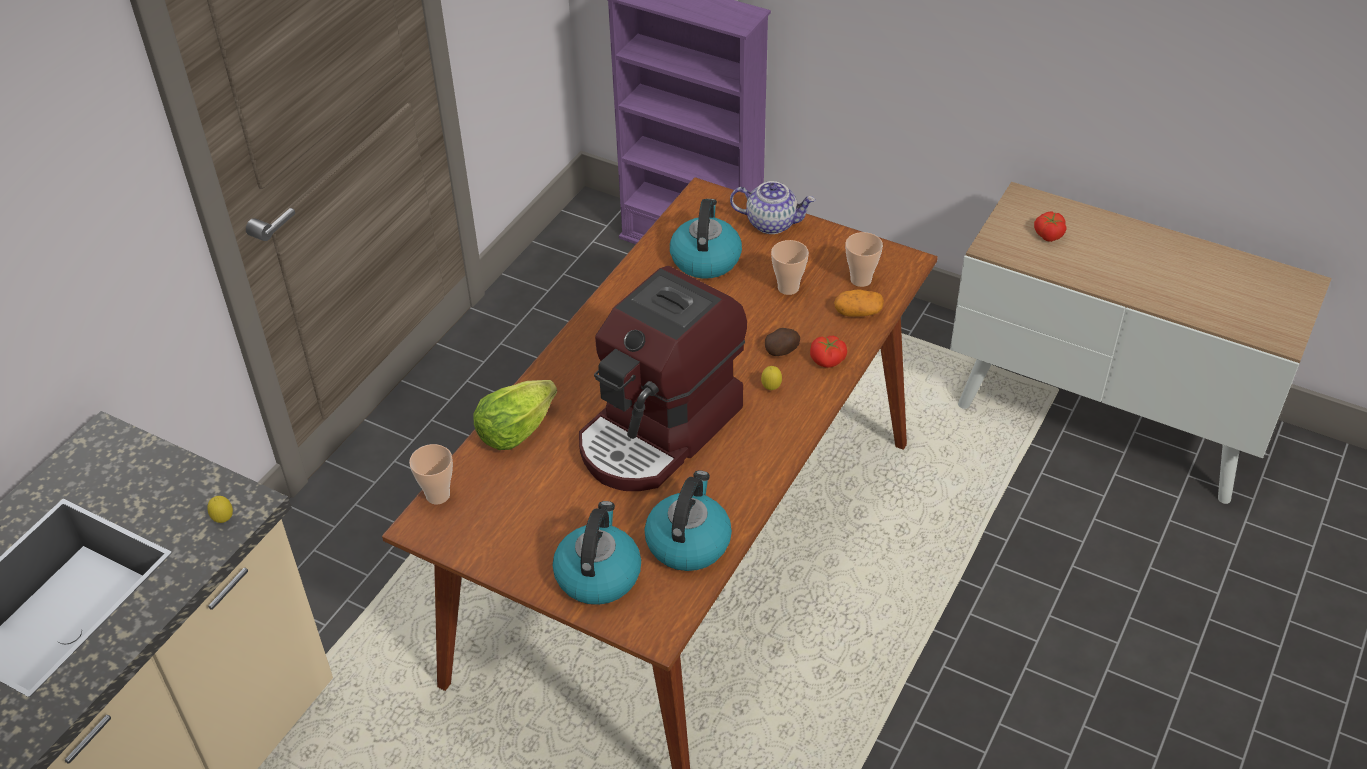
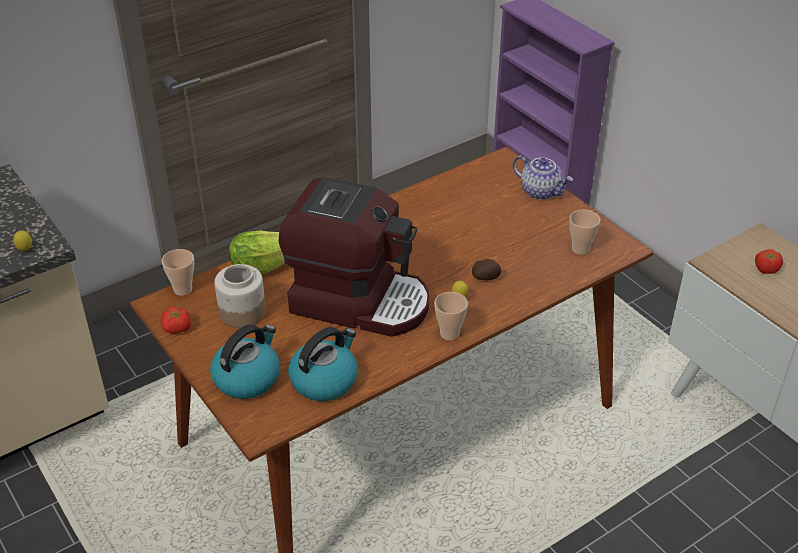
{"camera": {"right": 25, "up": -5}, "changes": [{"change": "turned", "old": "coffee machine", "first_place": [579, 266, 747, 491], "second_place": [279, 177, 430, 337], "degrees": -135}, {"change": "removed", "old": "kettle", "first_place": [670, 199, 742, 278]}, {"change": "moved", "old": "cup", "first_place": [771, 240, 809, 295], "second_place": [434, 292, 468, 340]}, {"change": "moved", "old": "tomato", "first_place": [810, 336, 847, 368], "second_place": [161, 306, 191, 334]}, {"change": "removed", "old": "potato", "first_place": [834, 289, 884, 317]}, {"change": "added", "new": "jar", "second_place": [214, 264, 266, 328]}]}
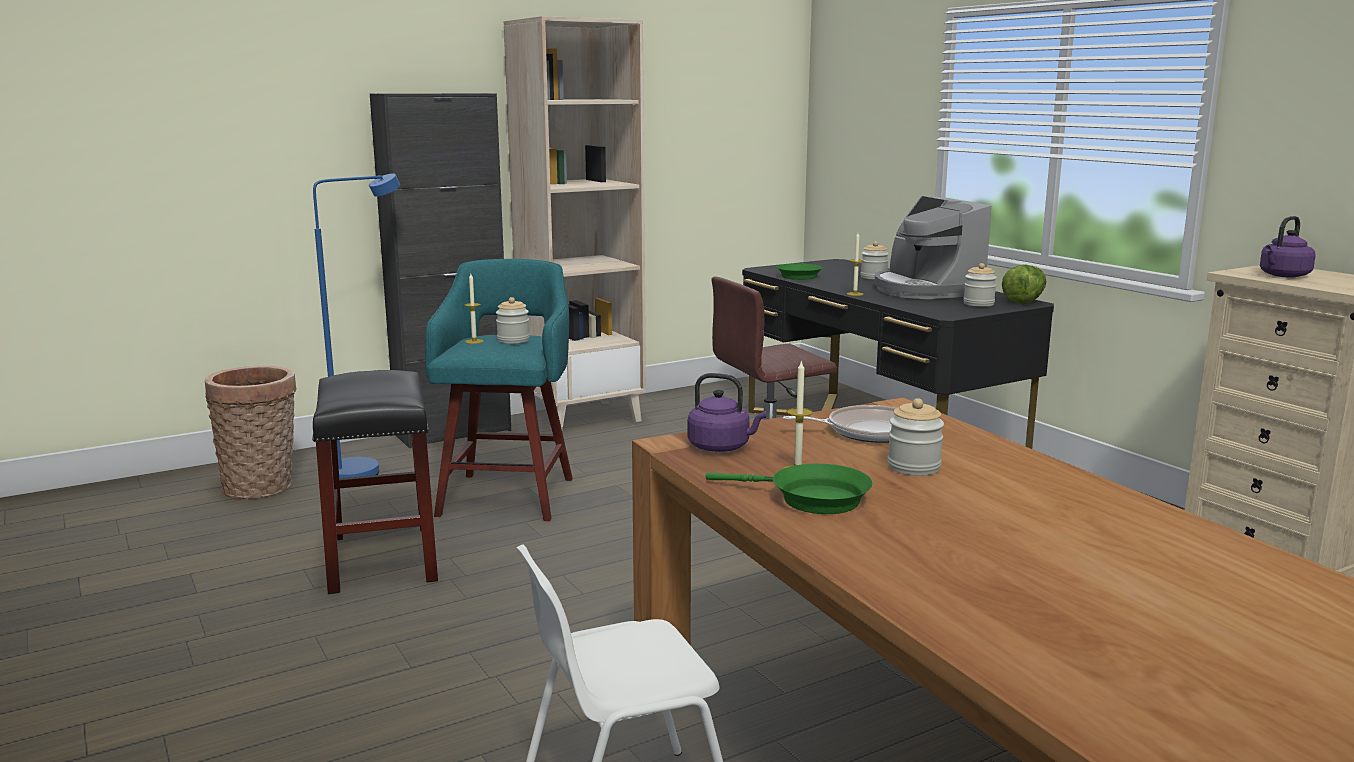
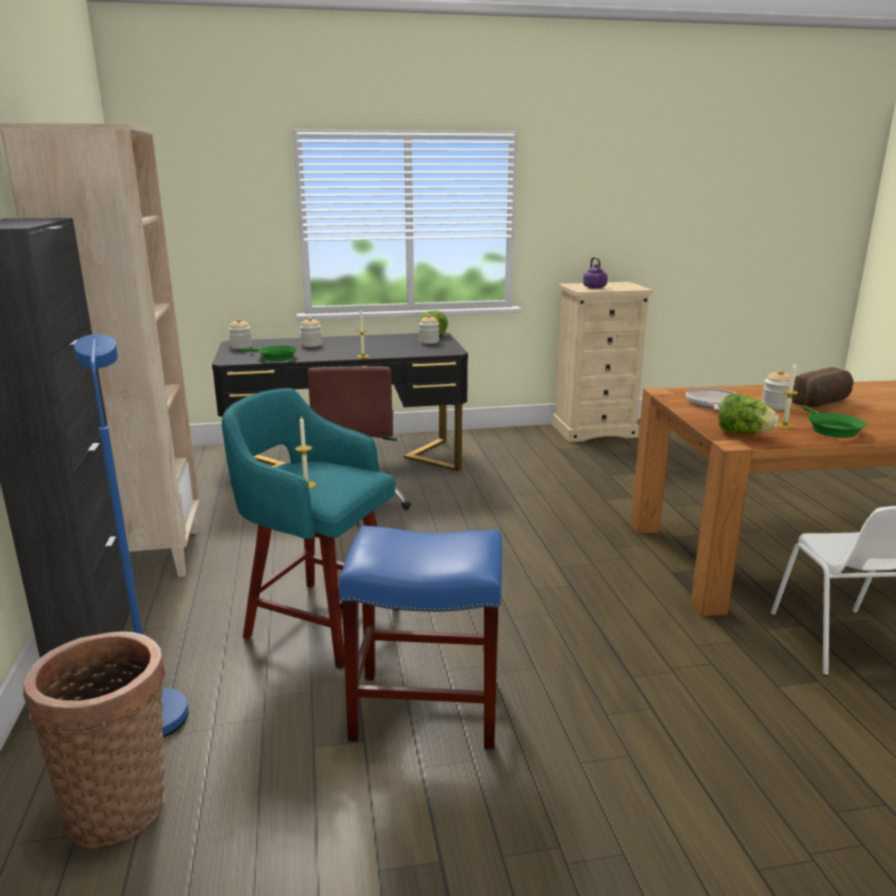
{"camera": {"right": -70, "up": 5}, "changes": [{"change": "recoloured", "old": "black stool", "new": "blue stool", "first_place": [312, 370, 438, 594], "second_place": [339, 526, 502, 750]}, {"change": "moved", "old": "jar", "first_place": [496, 297, 530, 344], "second_place": [229, 319, 252, 349]}, {"change": "replaced", "old": "purple kettle", "new": "lettuce", "first_place": [687, 373, 766, 452], "second_place": [718, 393, 779, 433]}, {"change": "turned", "old": "green frying pan", "first_place": [706, 464, 873, 514], "second_place": [803, 406, 866, 438], "degrees": 135}, {"change": "removed", "old": "coffee machine", "first_place": [875, 196, 991, 299]}, {"change": "added", "new": "bread", "second_place": [792, 367, 854, 407]}]}
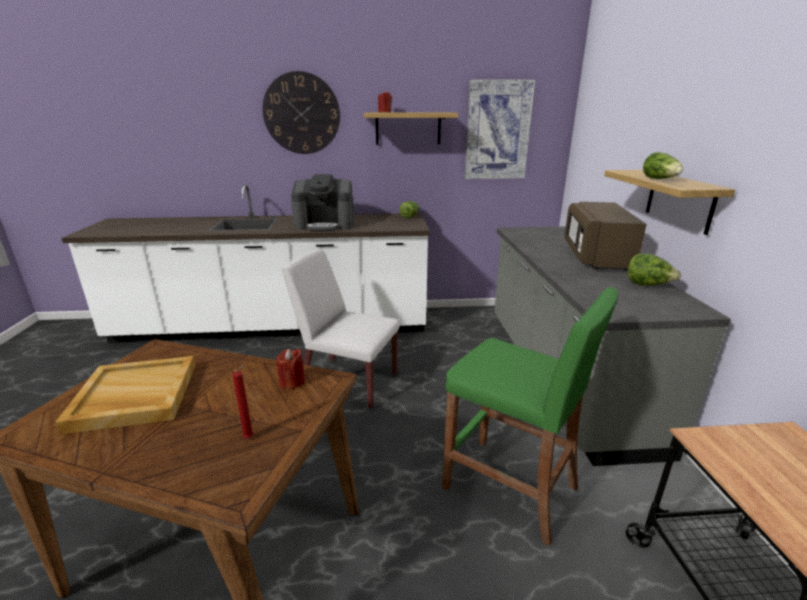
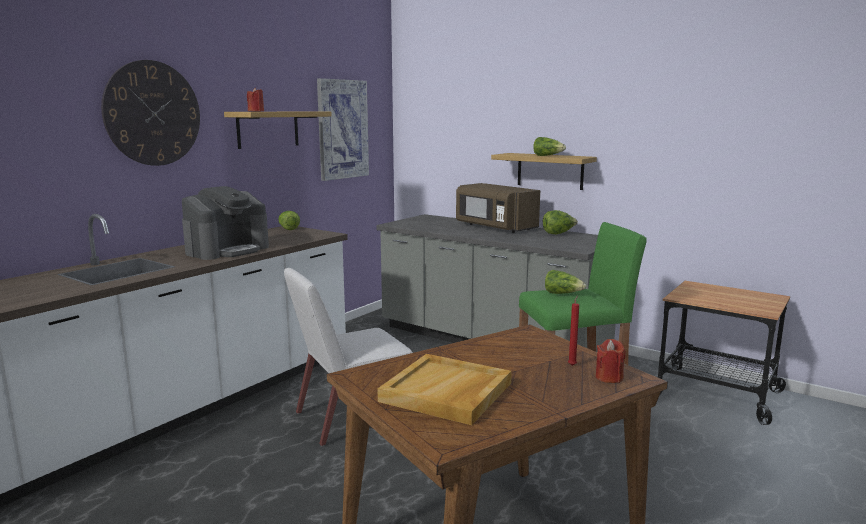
{"camera": {"right": -50, "up": -10}, "changes": [{"change": "moved", "old": "red candle", "first_place": [276, 349, 305, 389], "second_place": [595, 339, 626, 383]}, {"change": "added", "new": "lettuce", "second_place": [545, 270, 586, 294]}]}
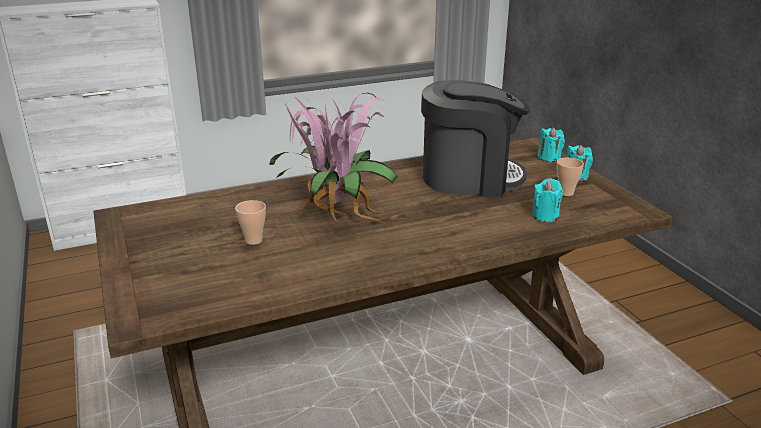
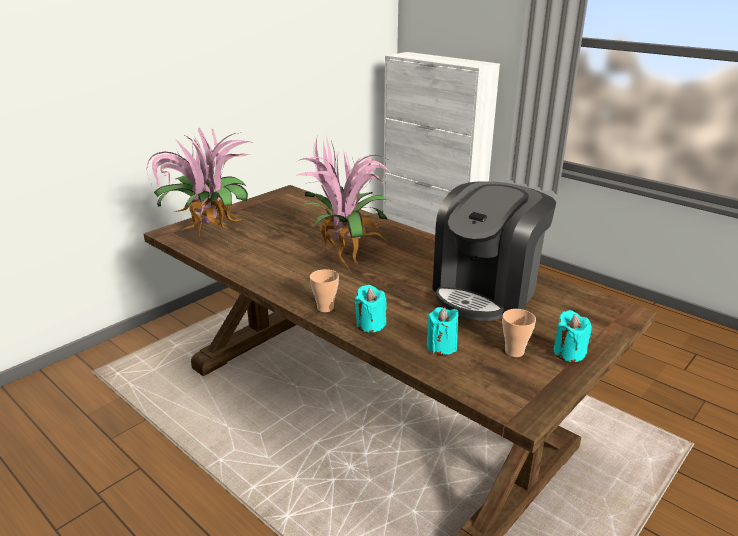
{"camera": {"right": 65, "up": 0}, "changes": [{"change": "moved", "old": "cup", "first_place": [235, 200, 266, 245], "second_place": [310, 269, 339, 312]}, {"change": "turned", "old": "coffee machine", "first_place": [421, 80, 530, 197], "second_place": [432, 181, 556, 321], "degrees": 60}, {"change": "moved", "old": "turquoise candle", "first_place": [537, 127, 565, 162], "second_place": [355, 285, 387, 333]}, {"change": "added", "new": "potted plant", "second_place": [146, 128, 251, 236]}]}
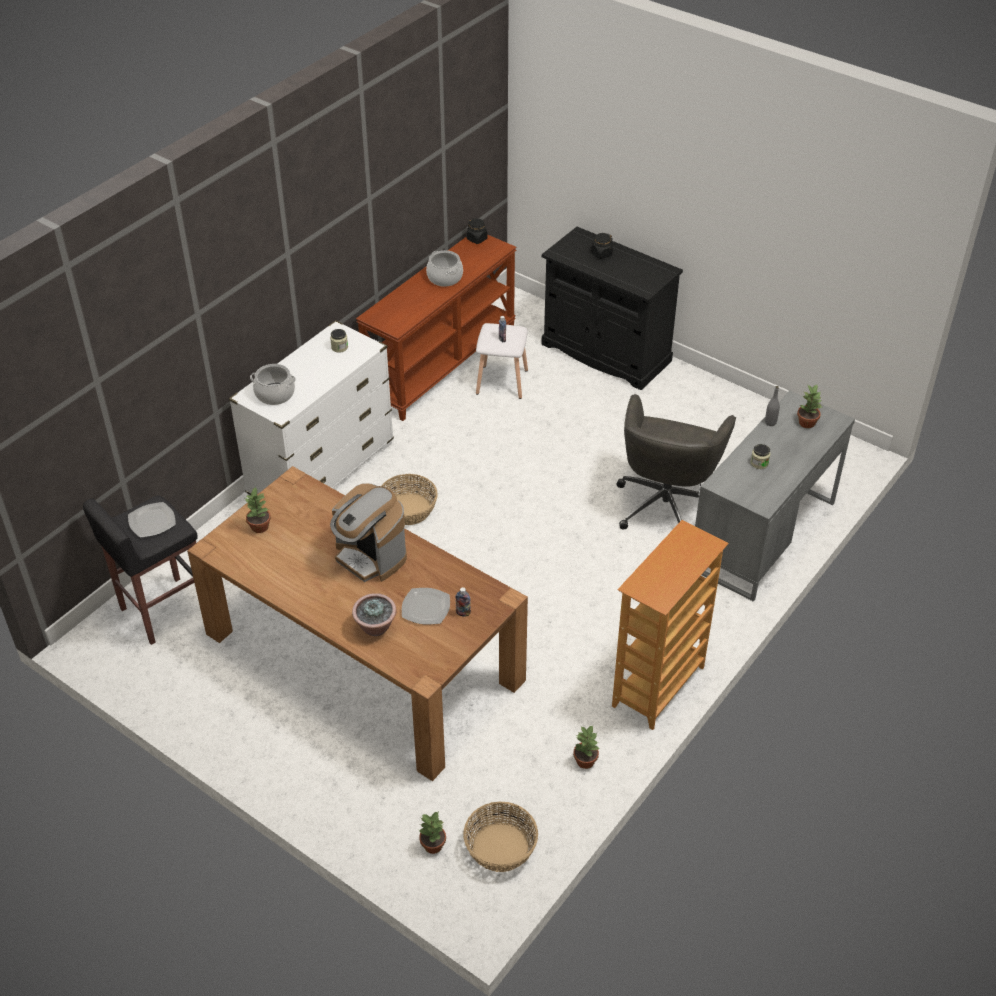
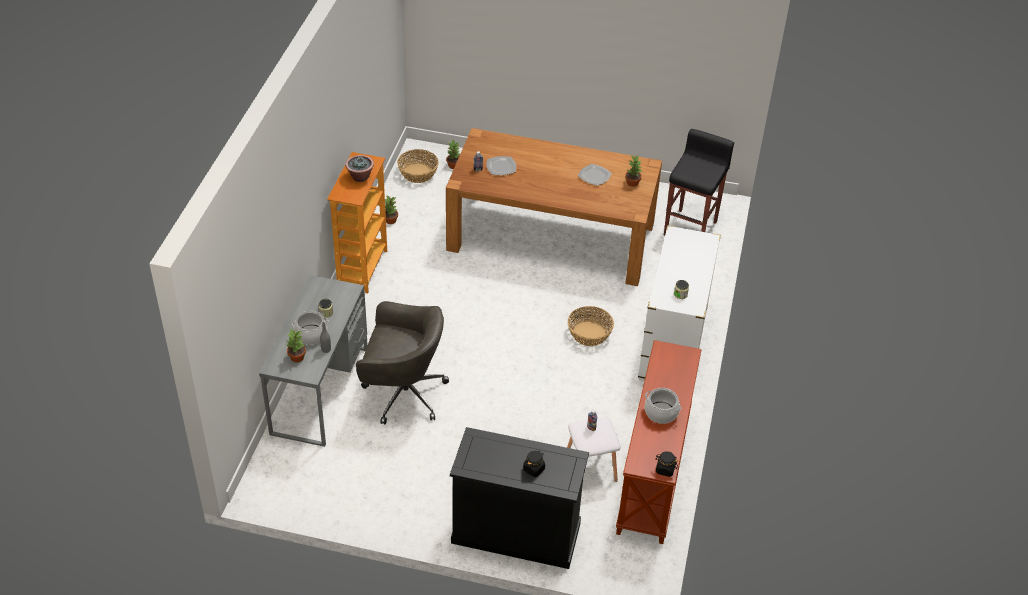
{"camera": {"right": 155, "up": 0}, "changes": [{"change": "moved", "old": "plate", "first_place": [128, 502, 176, 538], "second_place": [578, 164, 612, 186]}, {"change": "moved", "old": "cooking pot", "first_place": [250, 364, 296, 405], "second_place": [291, 311, 329, 345]}, {"change": "removed", "old": "coffee machine", "first_place": [330, 483, 407, 582]}, {"change": "moved", "old": "potted plant", "first_place": [352, 593, 396, 636], "second_place": [345, 155, 374, 182]}, {"change": "turned", "old": "grey office chair", "first_place": [616, 394, 736, 529], "second_place": [356, 301, 449, 424], "degrees": 105}]}
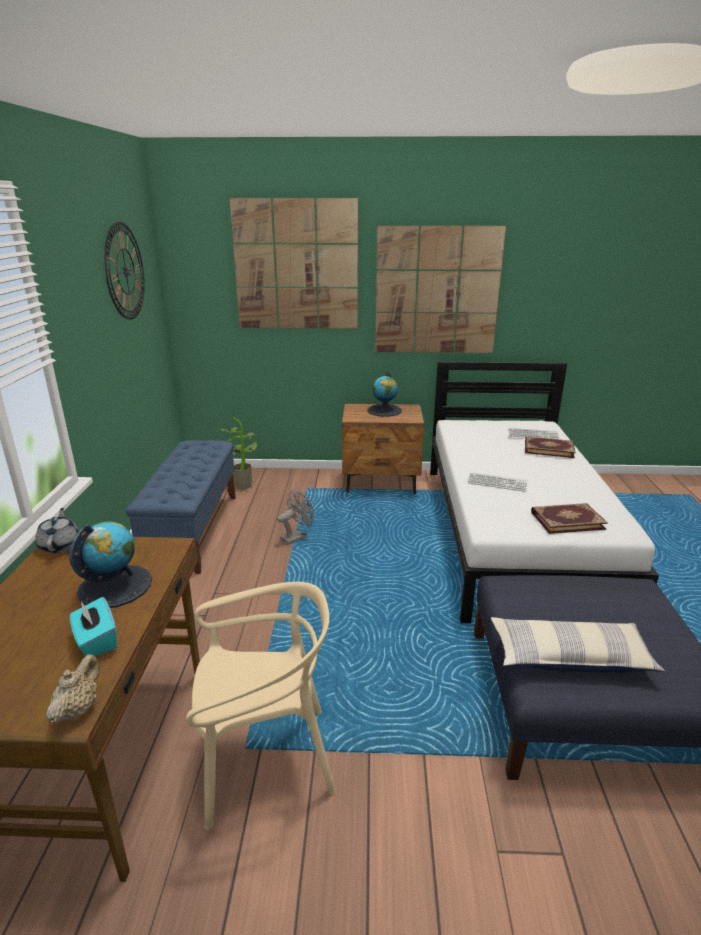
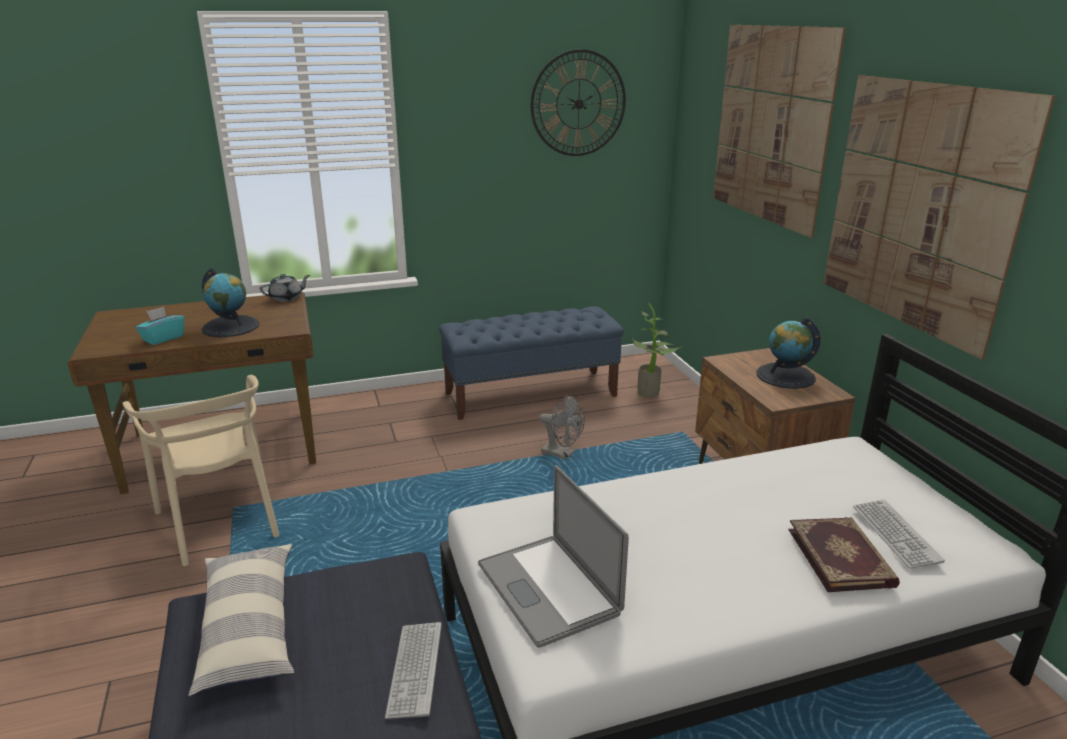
{"camera": {"right": 70, "up": 0}, "changes": [{"change": "removed", "old": "beige teapot", "first_place": [46, 655, 100, 723]}, {"change": "moved", "old": "keyboard", "first_place": [467, 472, 528, 492], "second_place": [385, 622, 442, 719]}, {"change": "replaced", "old": "book", "new": "laptop", "first_place": [531, 503, 608, 534], "second_place": [478, 465, 629, 648]}]}
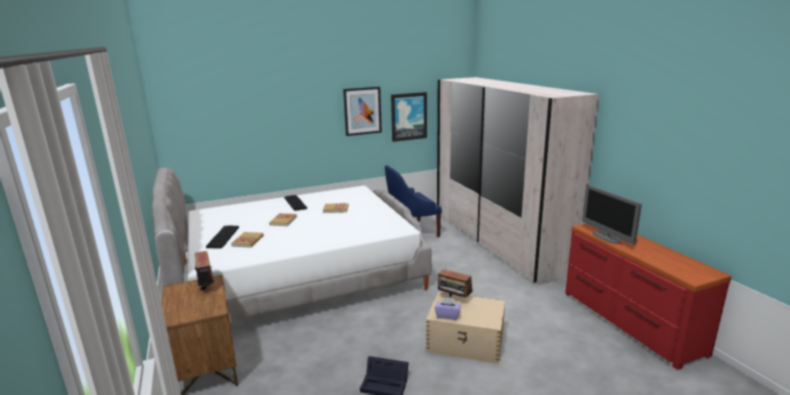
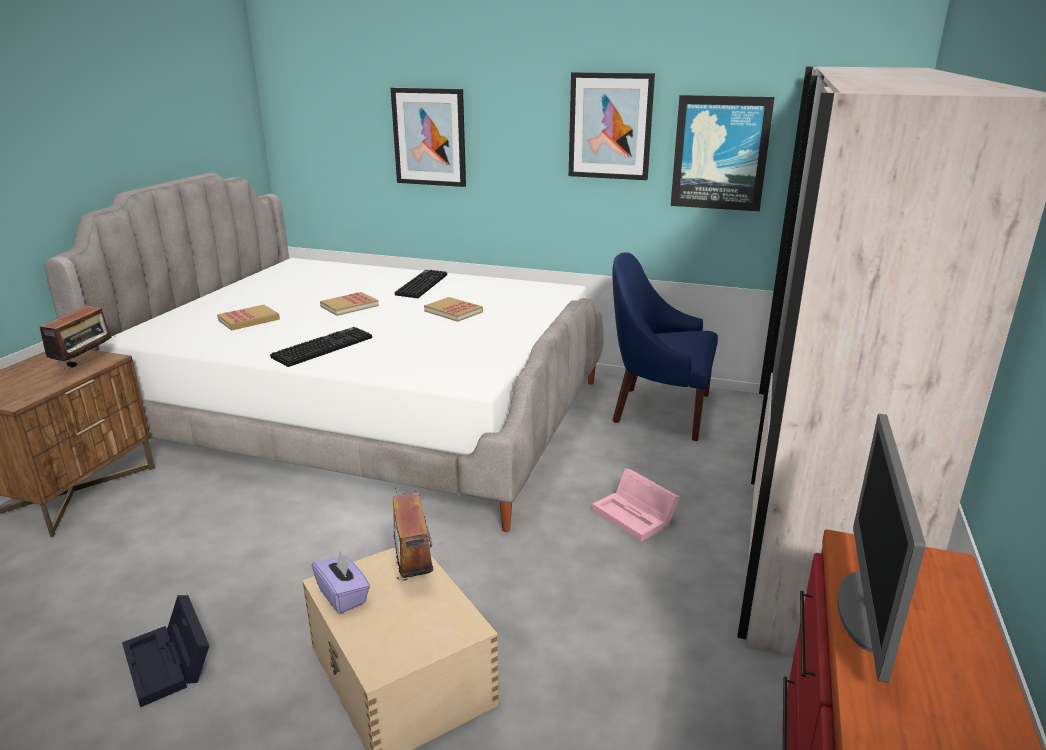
{"camera": {"right": 40, "up": 5}, "changes": [{"change": "moved", "old": "keyboard", "first_place": [206, 225, 239, 248], "second_place": [270, 327, 372, 367]}, {"change": "added", "new": "picture", "second_place": [391, 87, 466, 187]}, {"change": "added", "new": "pink storage box", "second_place": [592, 468, 680, 542]}]}
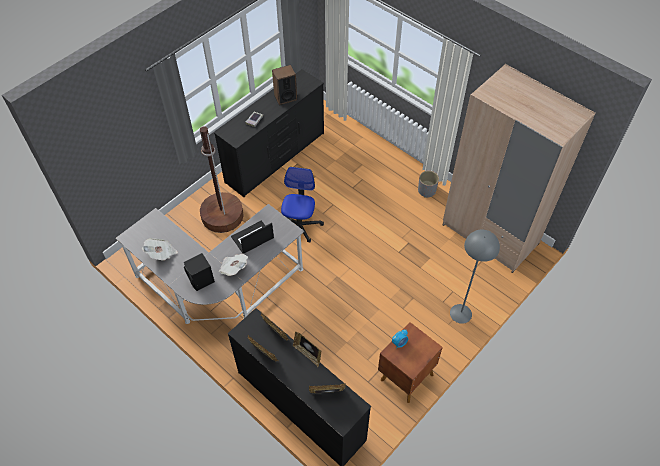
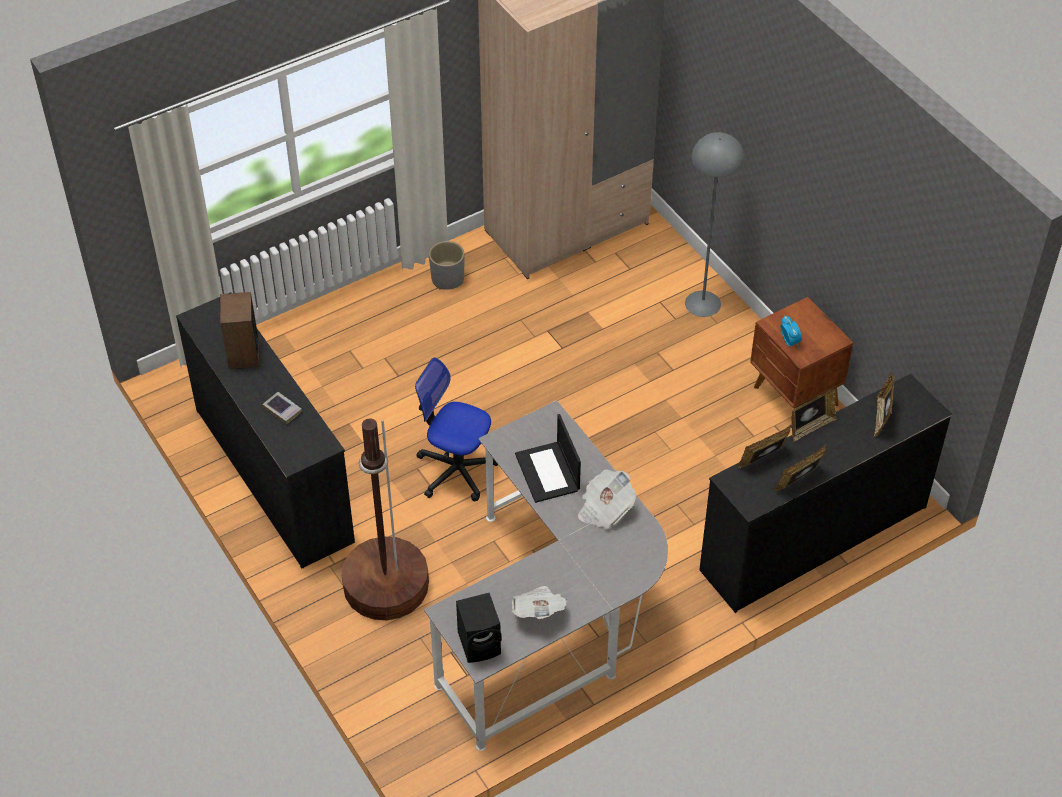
{"camera": {"right": -75, "up": -5}, "changes": [{"change": "moved", "old": "black speaker", "first_place": [184, 253, 215, 291], "second_place": [456, 593, 501, 663]}]}
